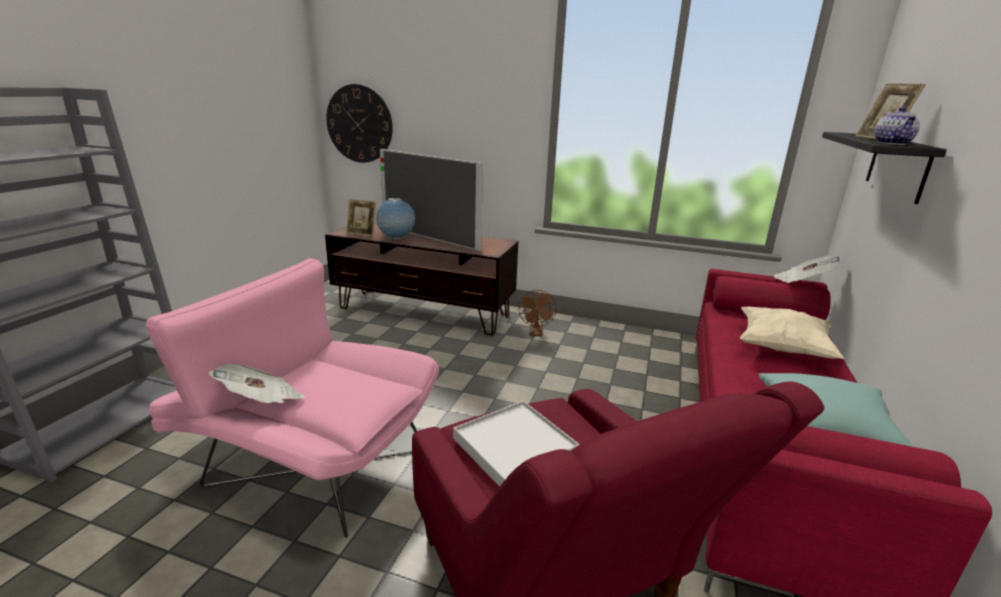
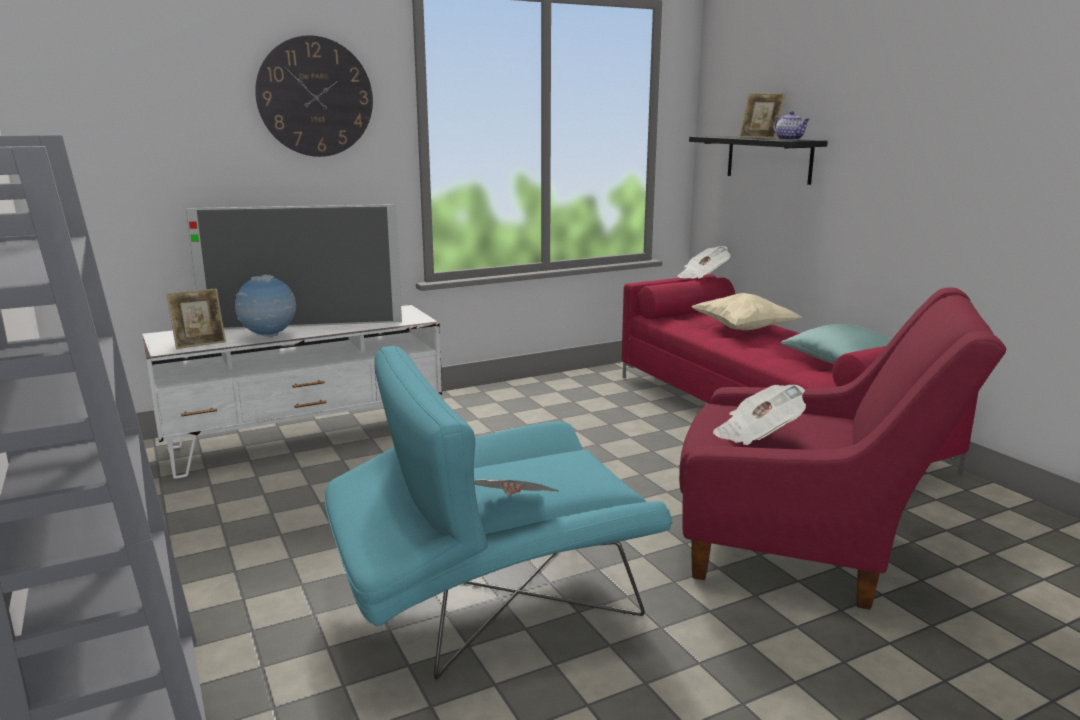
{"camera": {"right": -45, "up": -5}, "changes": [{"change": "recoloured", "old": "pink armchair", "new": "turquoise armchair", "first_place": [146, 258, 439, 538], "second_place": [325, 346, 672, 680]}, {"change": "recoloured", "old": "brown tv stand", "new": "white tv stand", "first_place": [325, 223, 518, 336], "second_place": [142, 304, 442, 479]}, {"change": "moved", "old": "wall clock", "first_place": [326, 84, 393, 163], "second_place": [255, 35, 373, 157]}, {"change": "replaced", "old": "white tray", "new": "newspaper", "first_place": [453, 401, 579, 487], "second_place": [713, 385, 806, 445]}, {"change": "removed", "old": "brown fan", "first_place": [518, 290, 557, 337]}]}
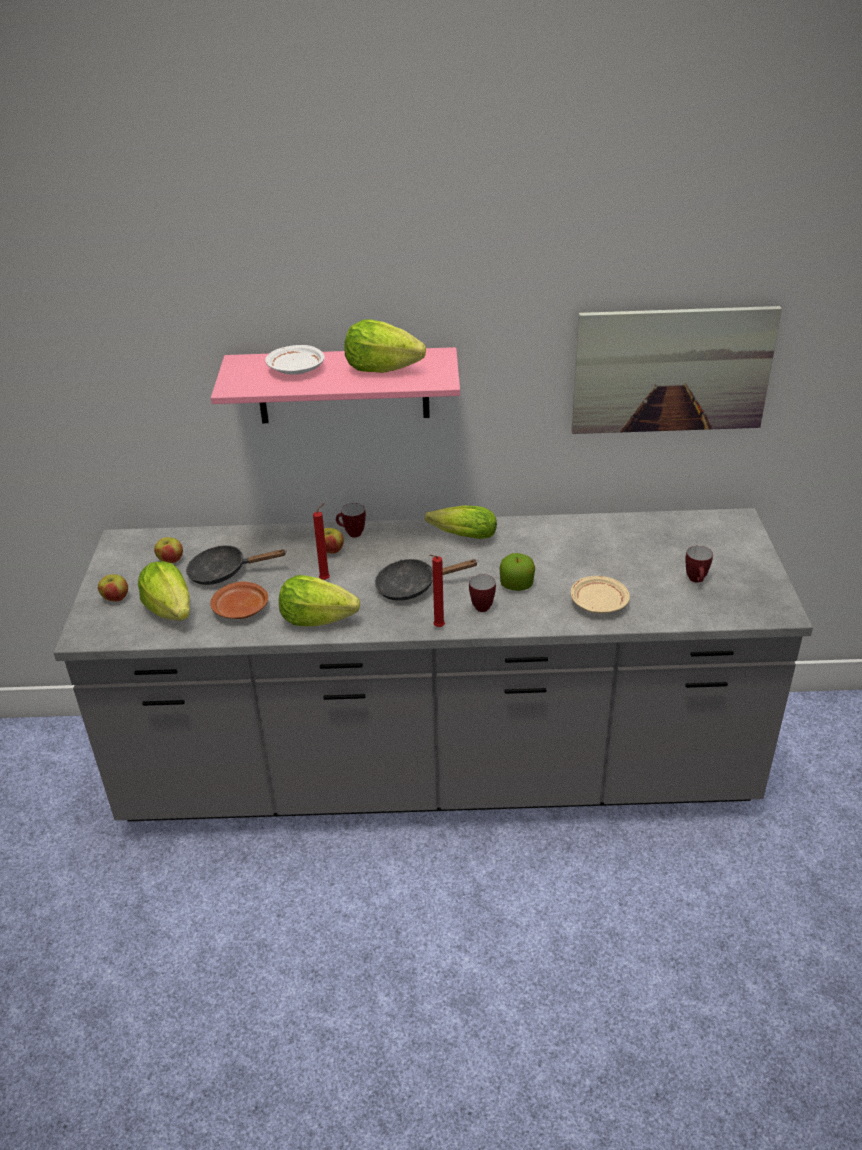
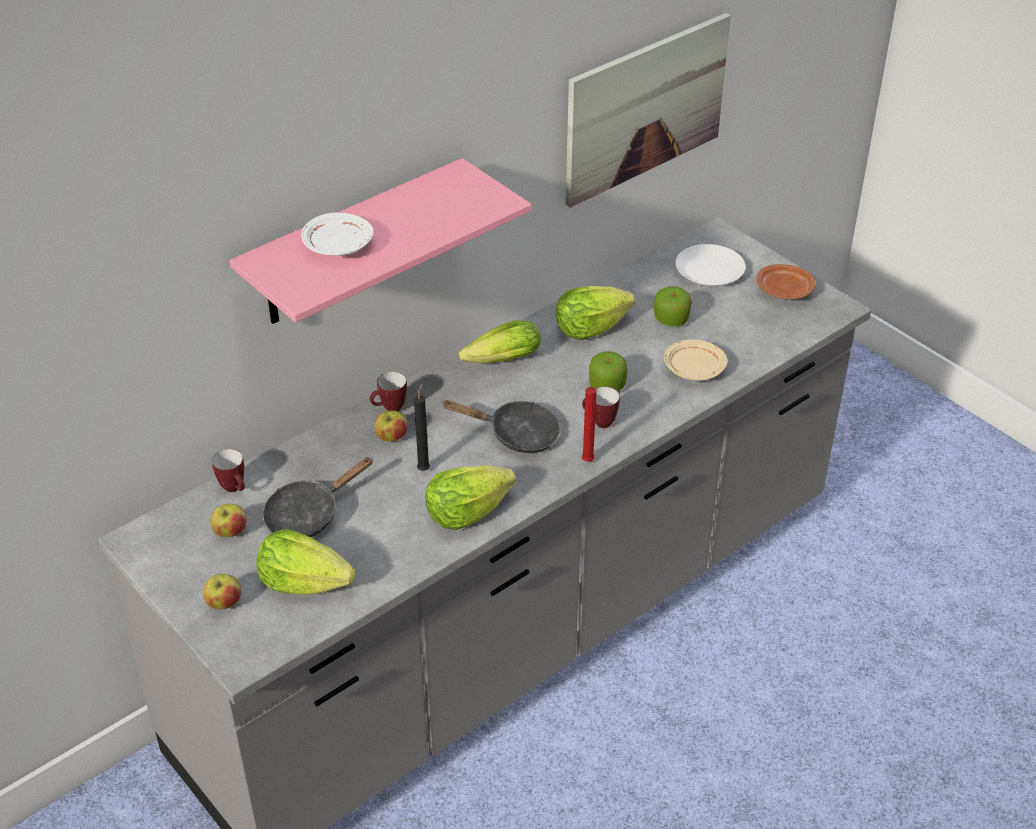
{"camera": {"right": -40, "up": 5}, "changes": [{"change": "moved", "old": "brown plate", "first_place": [210, 582, 268, 619], "second_place": [757, 264, 815, 299]}, {"change": "recoloured", "old": "red candle", "new": "black candle", "first_place": [313, 503, 330, 580], "second_place": [414, 384, 430, 471]}, {"change": "moved", "old": "lettuce", "first_place": [344, 319, 426, 373], "second_place": [556, 286, 635, 340]}, {"change": "turned", "old": "black frying pan", "first_place": [375, 559, 479, 601], "second_place": [442, 400, 560, 453], "degrees": -120}, {"change": "moved", "old": "mug", "first_place": [685, 546, 713, 583], "second_place": [212, 449, 245, 492]}, {"change": "added", "new": "apple", "second_place": [654, 286, 692, 327]}, {"change": "added", "new": "white plate", "second_place": [676, 244, 745, 287]}]}
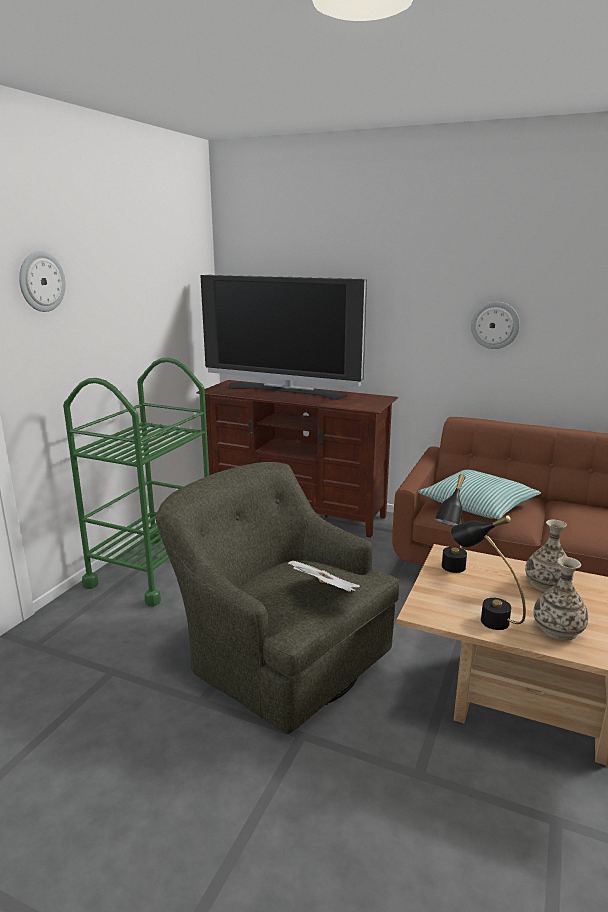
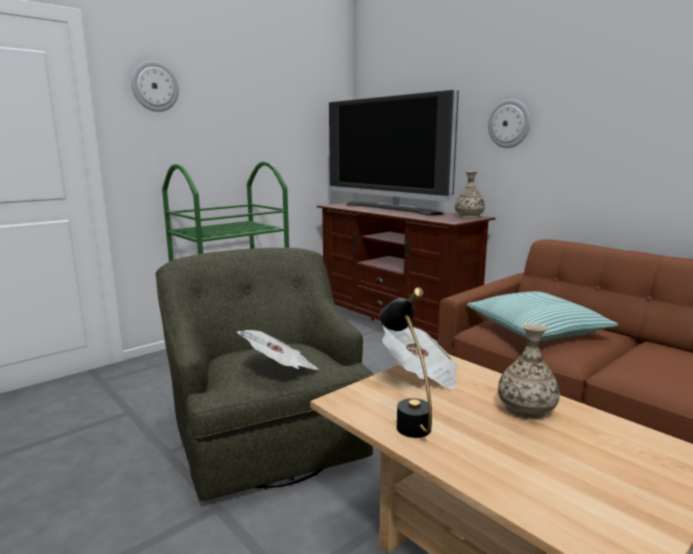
{"camera": {"right": 25, "up": -5}, "changes": [{"change": "replaced", "old": "black table lamp", "new": "newspaper", "first_place": [434, 474, 467, 573], "second_place": [382, 325, 458, 389]}, {"change": "moved", "old": "wall clock", "first_place": [471, 302, 520, 349], "second_place": [488, 99, 530, 148]}, {"change": "moved", "old": "vase", "first_place": [533, 557, 588, 640], "second_place": [455, 171, 485, 218]}]}
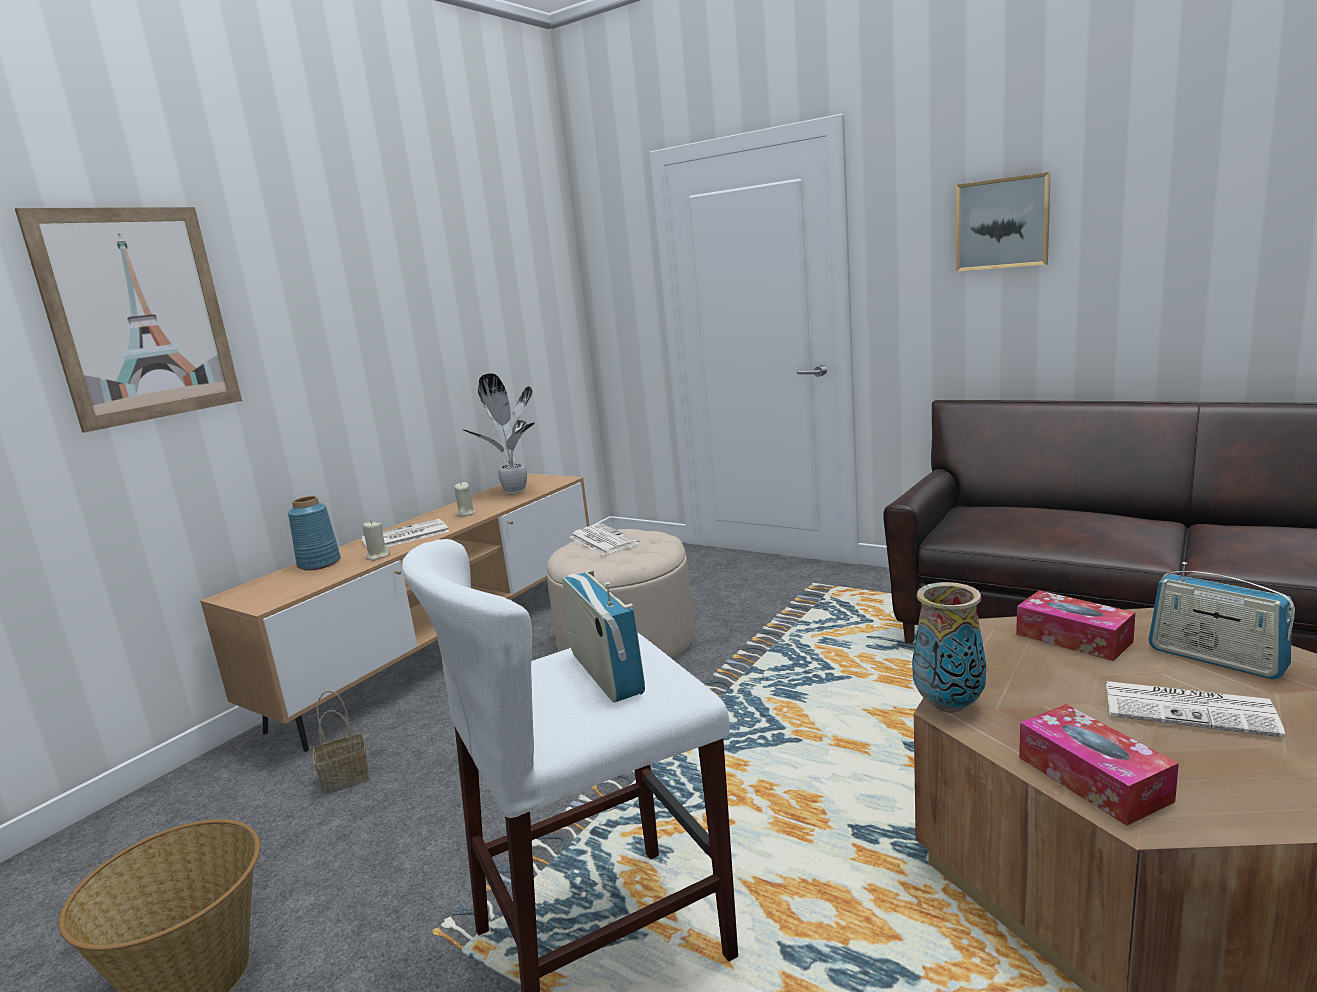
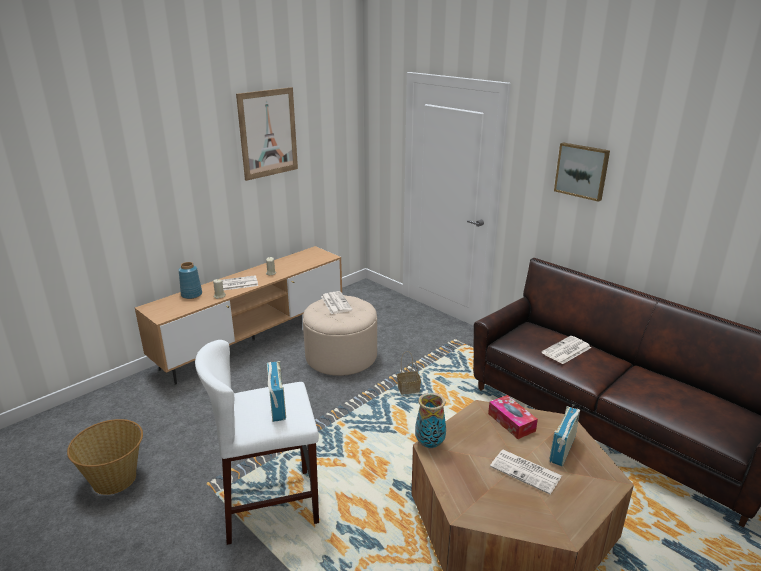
{"camera": {"right": 10, "up": 10}, "changes": [{"change": "moved", "old": "picture", "first_place": [15, 207, 242, 433], "second_place": [236, 87, 298, 181]}, {"change": "moved", "old": "basket", "first_place": [313, 691, 370, 794], "second_place": [397, 351, 421, 395]}, {"change": "removed", "old": "potted plant", "first_place": [463, 373, 534, 494]}, {"change": "removed", "old": "tissue box", "first_place": [1019, 704, 1179, 826]}, {"change": "turned", "old": "radio", "first_place": [1148, 562, 1295, 680], "second_place": [549, 404, 580, 467], "degrees": 60}, {"change": "added", "new": "newspaper", "second_place": [542, 336, 591, 364]}]}
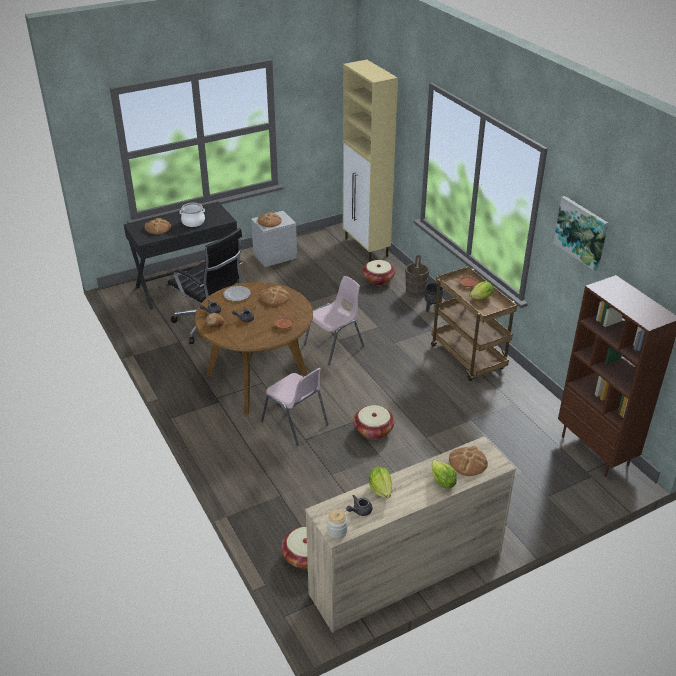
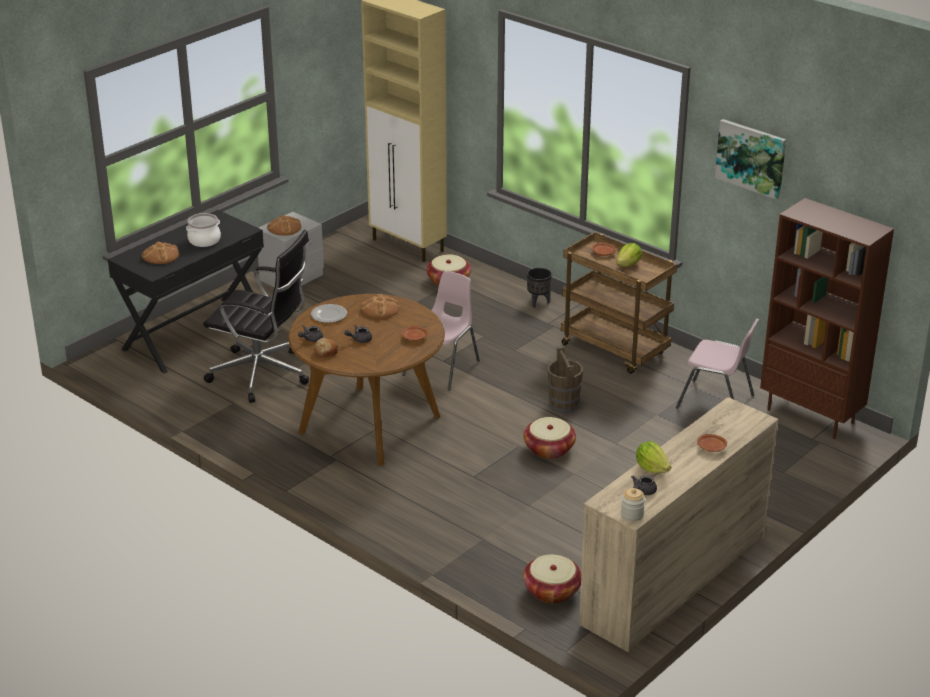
{"camera": {"right": -20, "up": -5}, "changes": [{"change": "moved", "old": "pink chair", "first_place": [261, 368, 328, 446], "second_place": [676, 318, 759, 409]}, {"change": "moved", "old": "brown bucket", "first_place": [405, 255, 429, 298], "second_place": [547, 347, 583, 413]}, {"change": "replaced", "old": "lettuce", "new": "brown plate", "first_place": [432, 460, 457, 489], "second_place": [697, 434, 727, 452]}, {"change": "removed", "old": "bread", "first_place": [449, 446, 488, 476]}]}
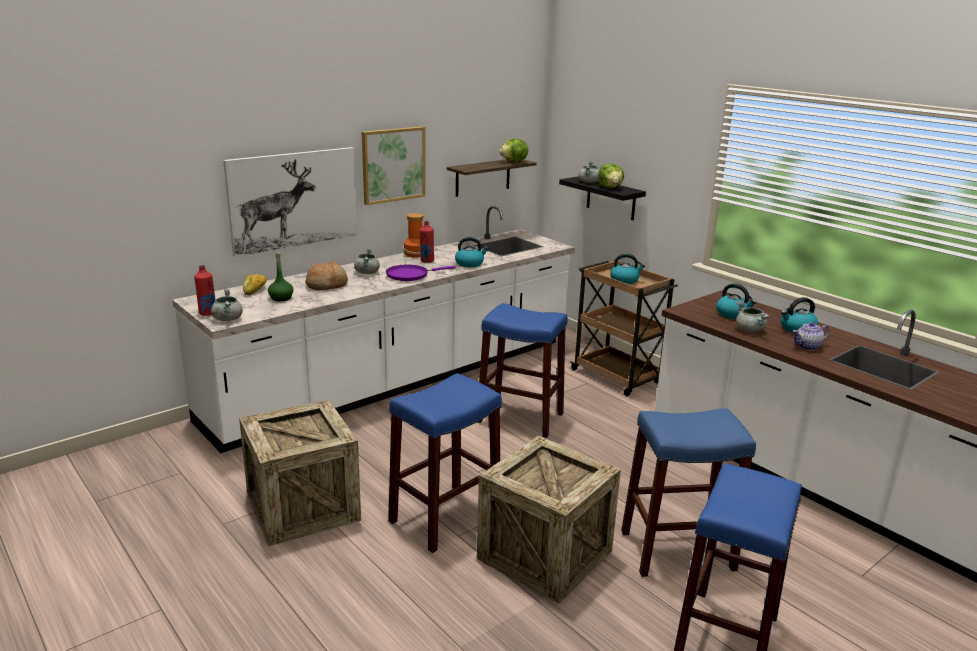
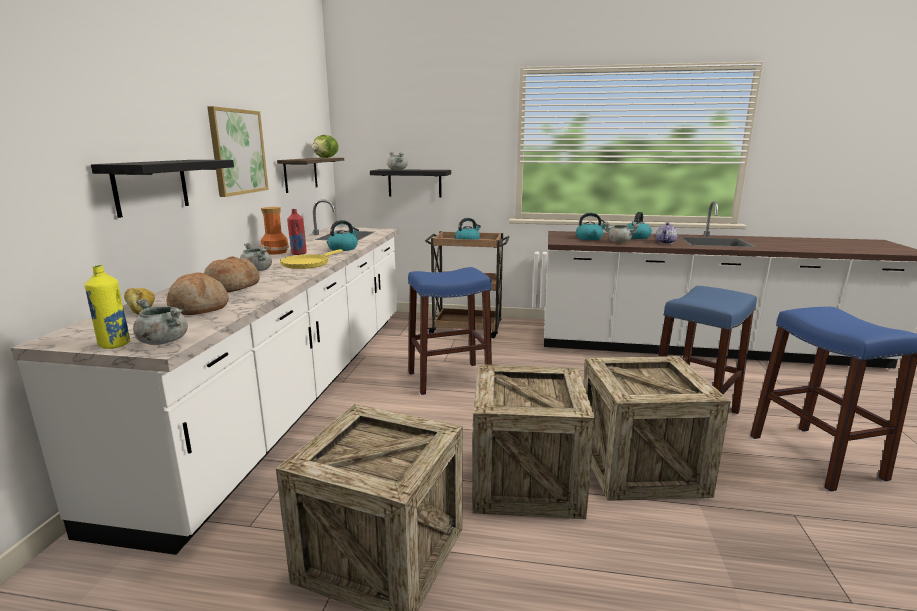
{"camera": {"right": -40, "up": -5}, "changes": [{"change": "recoloured", "old": "red bottle", "new": "yellow bottle", "first_place": [194, 265, 215, 316], "second_place": [84, 265, 130, 349]}, {"change": "replaced", "old": "picture", "new": "black shelf", "first_place": [223, 147, 357, 257], "second_place": [91, 160, 234, 218]}, {"change": "replaced", "old": "green bottle", "new": "bread", "first_place": [268, 252, 294, 301], "second_place": [166, 272, 229, 315]}, {"change": "recoloured", "old": "purple frying pan", "new": "yellow frying pan", "first_place": [386, 265, 456, 281], "second_place": [280, 249, 343, 269]}, {"change": "replaced", "old": "blue stool", "new": "crate", "first_place": [388, 373, 502, 553], "second_place": [472, 364, 595, 519]}, {"change": "removed", "old": "lettuce", "first_place": [598, 164, 624, 188]}]}
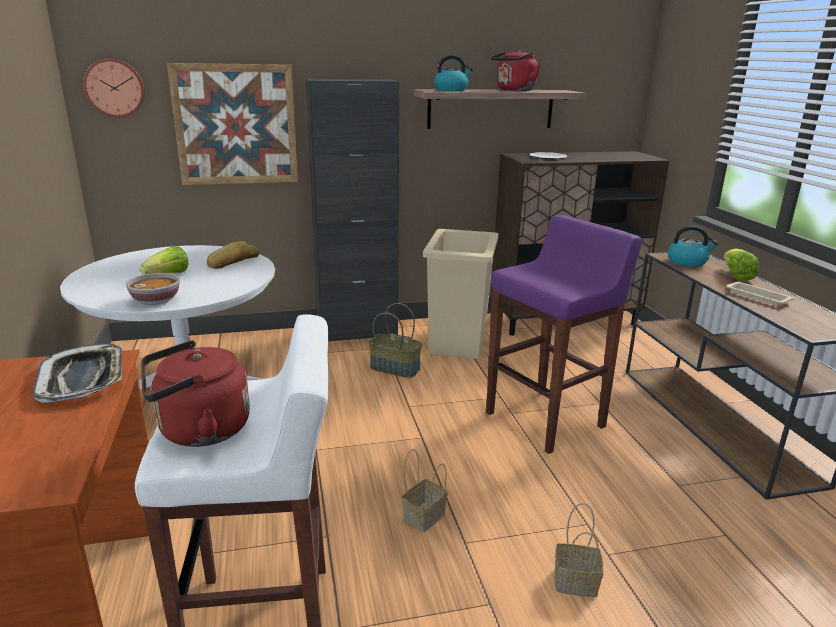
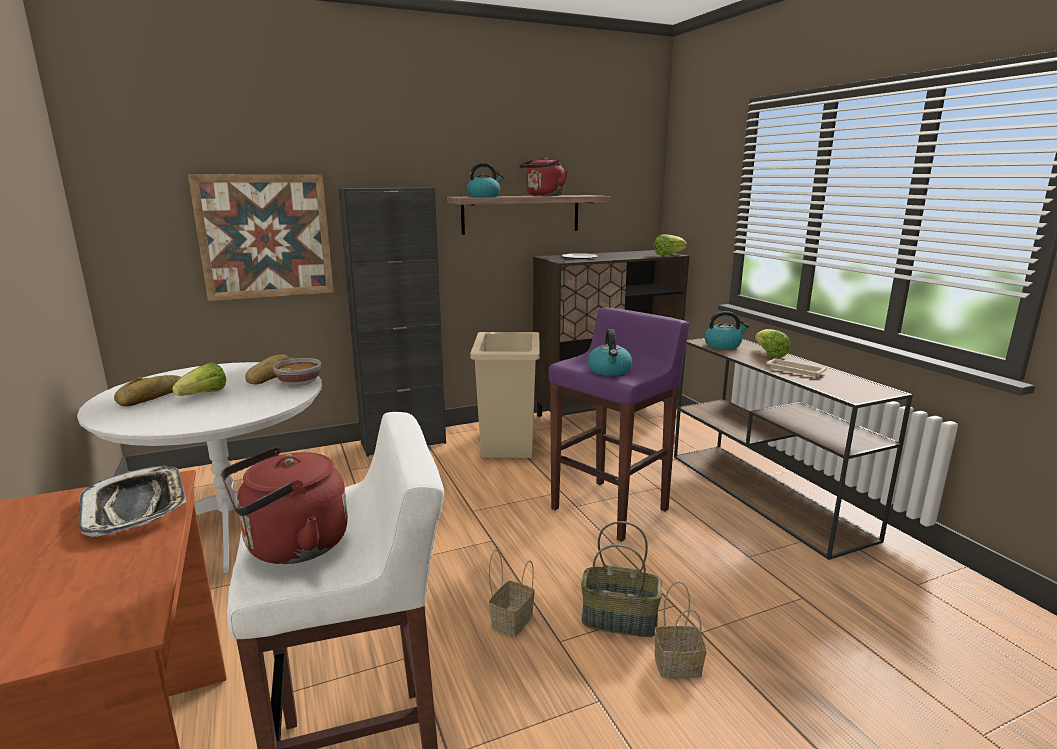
{"camera": {"right": -10, "up": -5}, "changes": [{"change": "removed", "old": "wall clock", "first_place": [83, 58, 145, 117]}, {"change": "moved", "old": "bowl", "first_place": [126, 273, 180, 305], "second_place": [273, 358, 321, 386]}, {"change": "moved", "old": "basket", "first_place": [369, 303, 422, 378], "second_place": [581, 521, 662, 637]}, {"change": "added", "new": "bread", "second_place": [114, 375, 181, 407]}, {"change": "added", "new": "kettle", "second_place": [588, 329, 632, 376]}, {"change": "added", "new": "lettuce", "second_place": [654, 234, 687, 256]}]}
